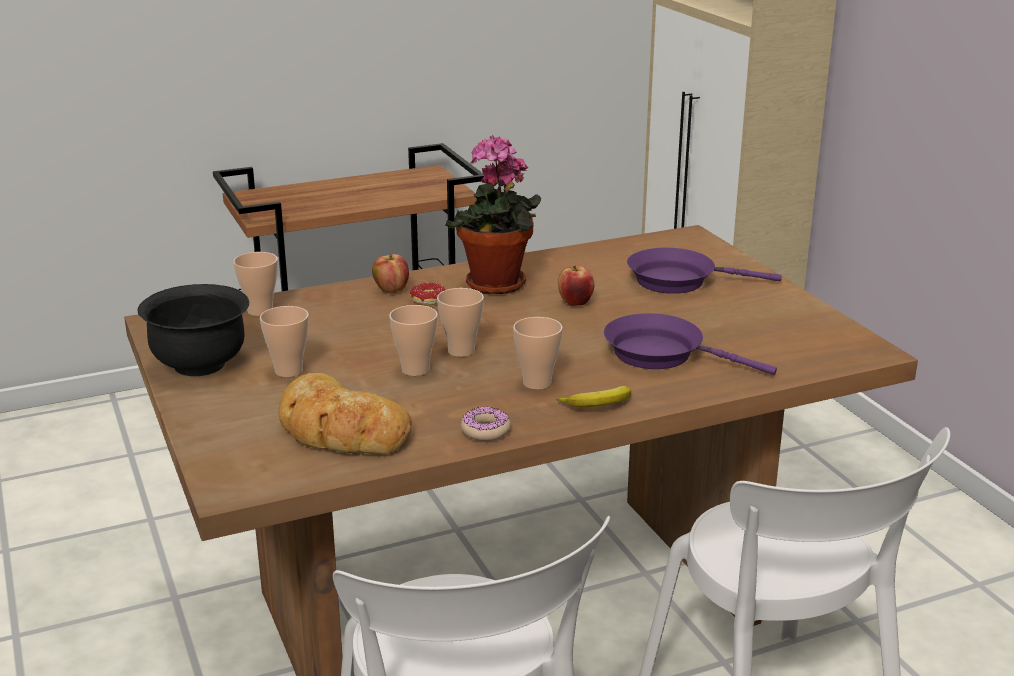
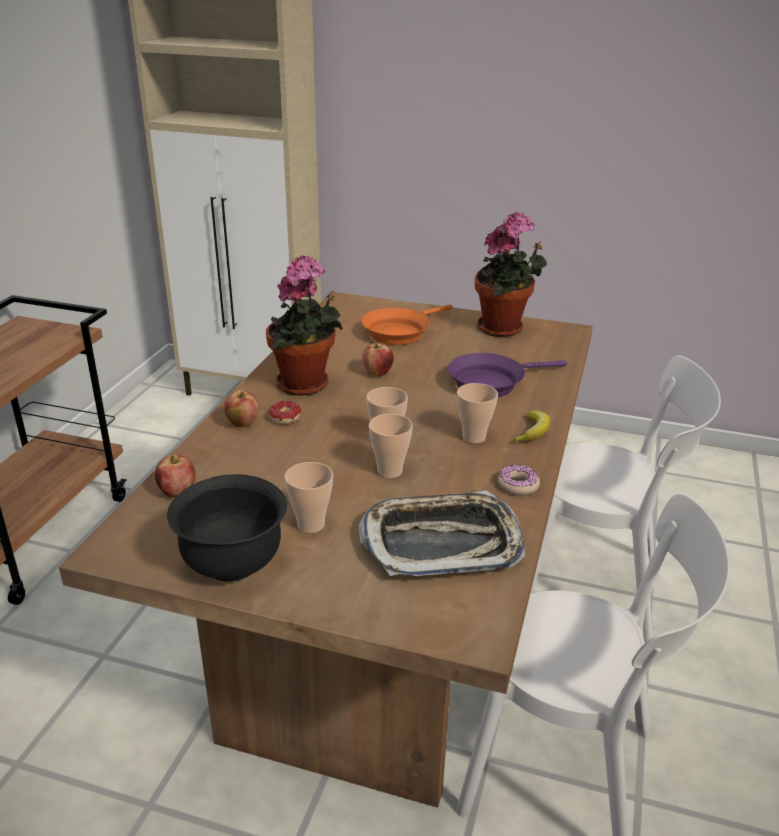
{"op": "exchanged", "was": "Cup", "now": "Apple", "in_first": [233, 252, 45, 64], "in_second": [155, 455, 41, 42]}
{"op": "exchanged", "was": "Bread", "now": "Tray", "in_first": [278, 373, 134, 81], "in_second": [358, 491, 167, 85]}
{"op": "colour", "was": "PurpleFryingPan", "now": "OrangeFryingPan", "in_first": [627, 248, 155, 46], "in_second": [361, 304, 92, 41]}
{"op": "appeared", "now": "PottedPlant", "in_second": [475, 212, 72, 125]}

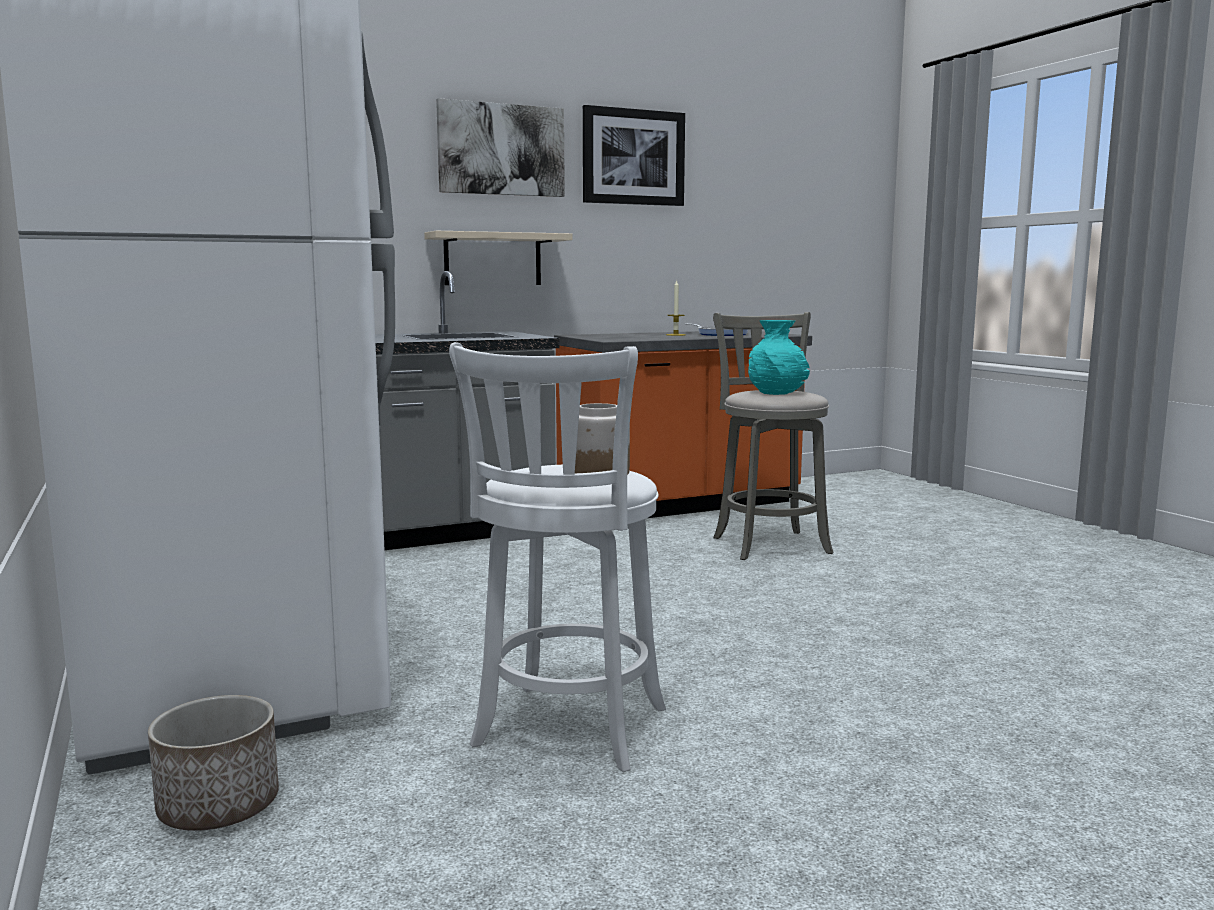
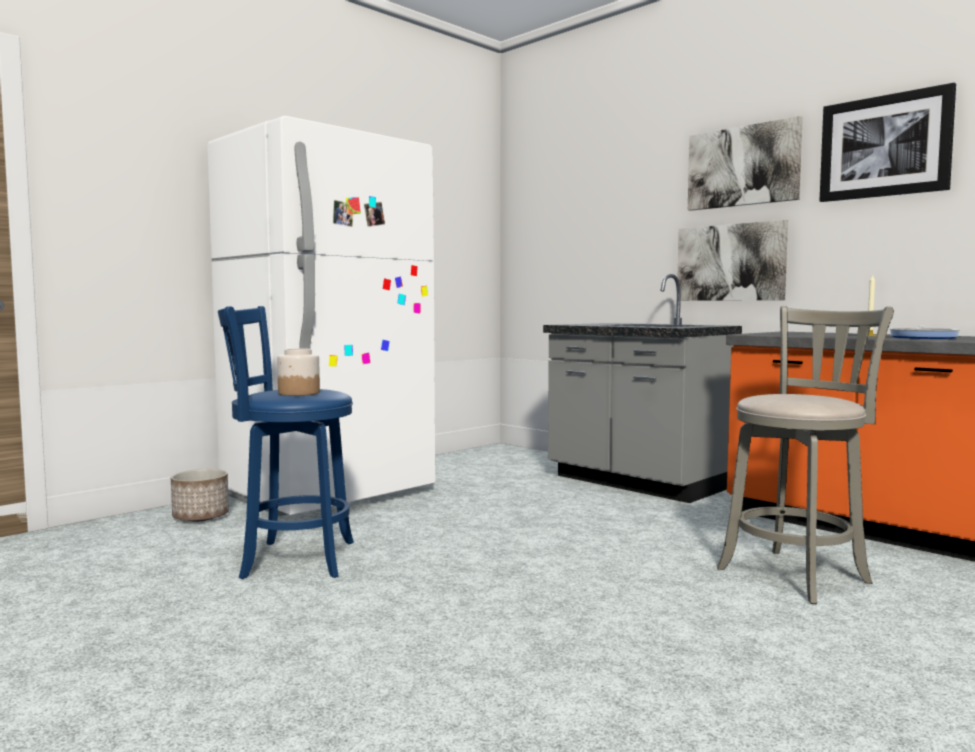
{"op": "exchanged", "was": "BeigeShelf", "now": "Picture", "in_first": [424, 231, 148, 54], "in_second": [678, 220, 110, 81]}
{"op": "colour", "was": "WhiteStool", "now": "BlueStool", "in_first": [449, 342, 217, 430], "in_second": [218, 306, 136, 273]}
{"op": "missing", "was": "TurquoiseVase", "in_first": [748, 320, 62, 75]}

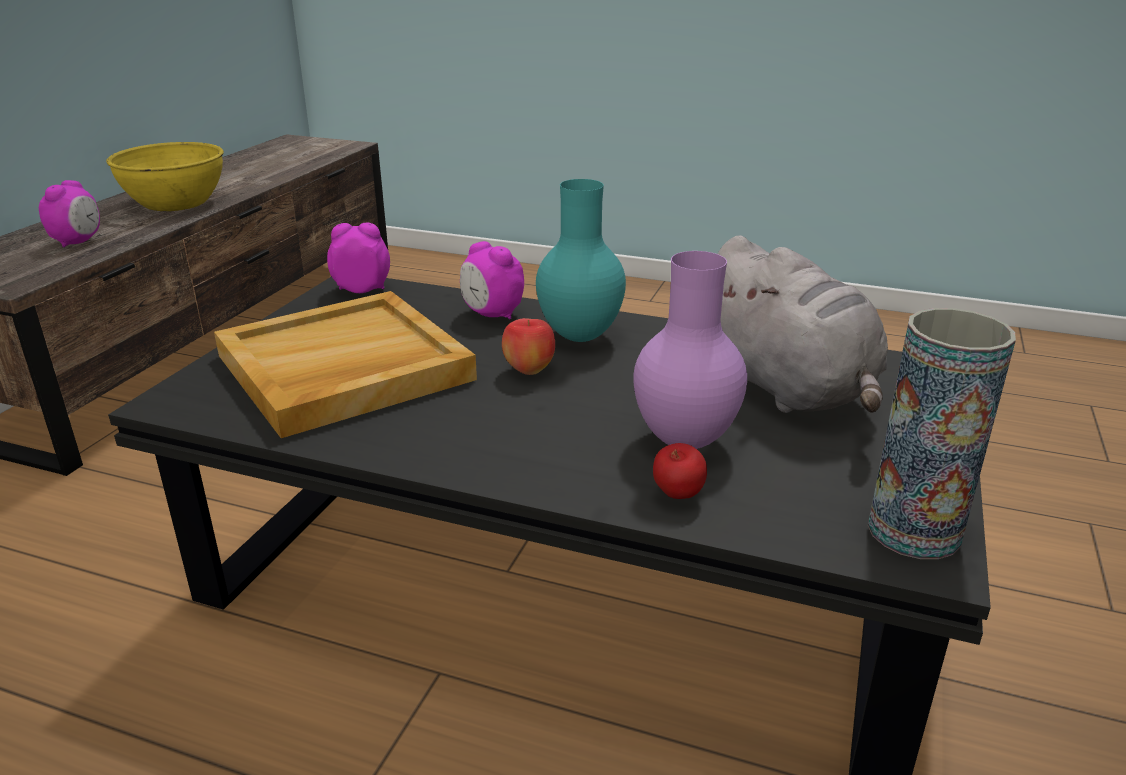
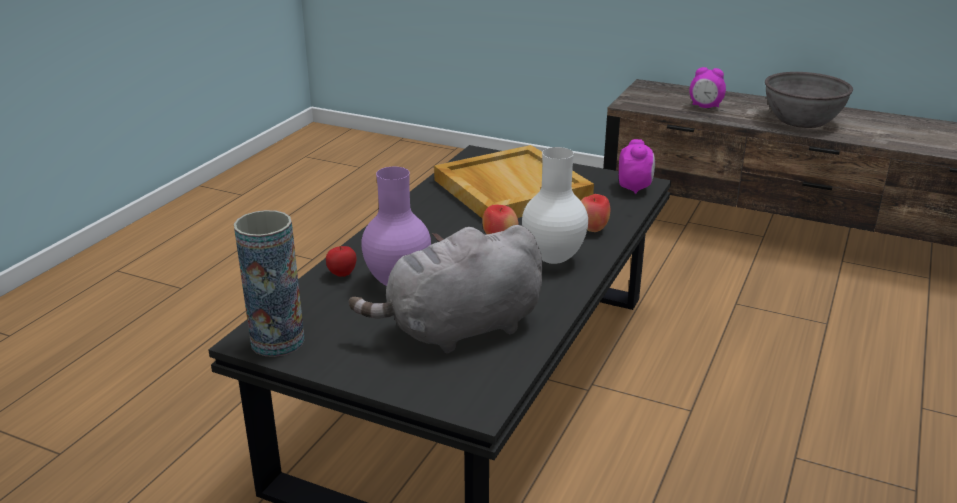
{"op": "colour", "was": "YellowBowl", "now": "GreyBowl", "in_first": [106, 142, 118, 69], "in_second": [765, 72, 88, 56]}
{"op": "exchanged", "was": "AlarmClock", "now": "Apple", "in_first": [460, 241, 64, 78], "in_second": [581, 194, 29, 38]}
{"op": "colour", "was": "TurquoiseVase", "now": "WhiteVase", "in_first": [536, 179, 90, 163], "in_second": [522, 147, 66, 117]}

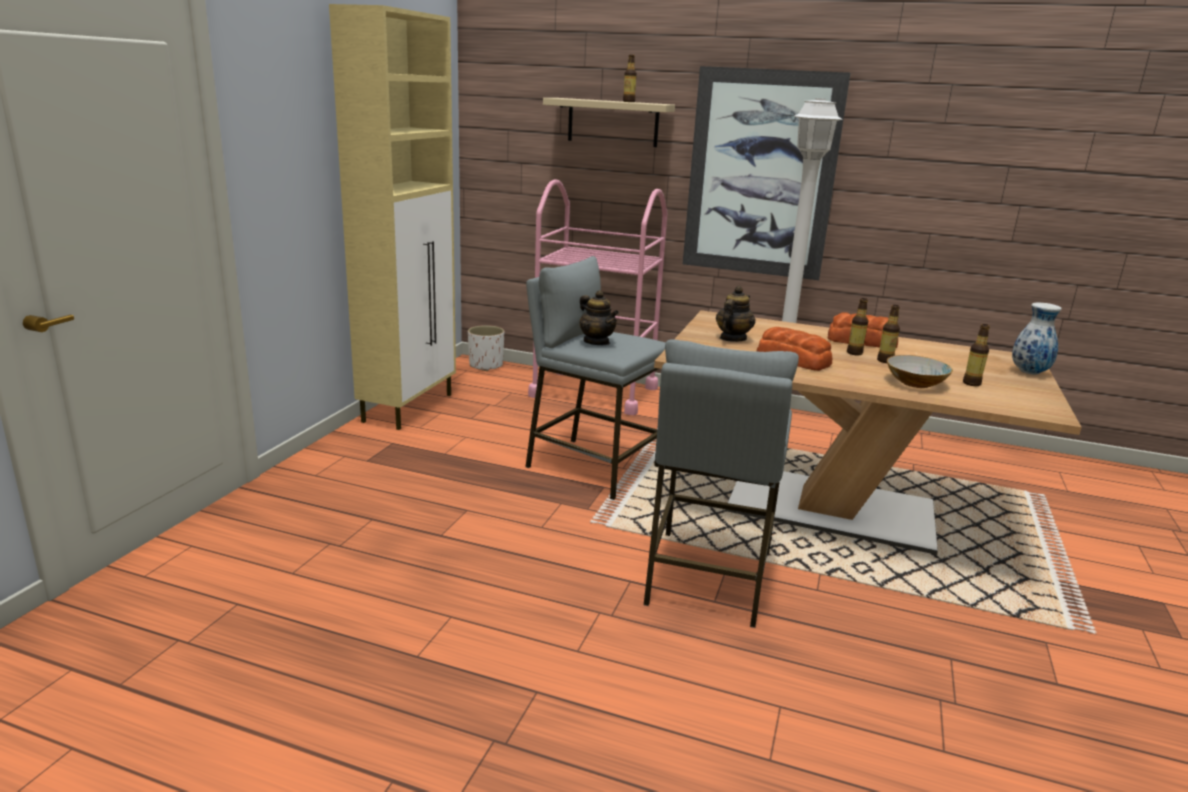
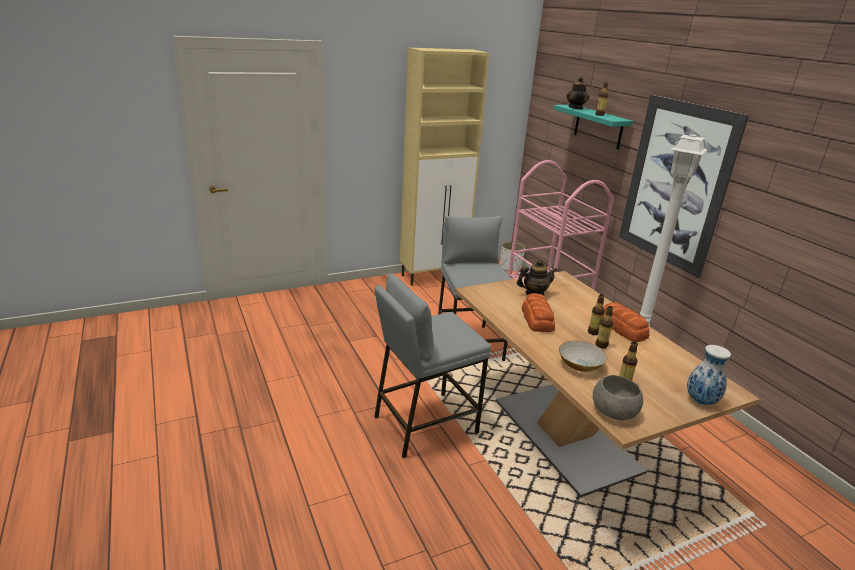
{"op": "colour", "was": "BeigeShelf", "now": "TurquoiseShelf", "in_first": [543, 98, 132, 49], "in_second": [554, 105, 79, 44]}
{"op": "relocated", "was": "Teapot", "in_first": [580, 290, 39, 55], "in_second": [566, 77, 23, 32]}
{"op": "appeared", "now": "GreyBowl", "in_second": [593, 375, 50, 45]}

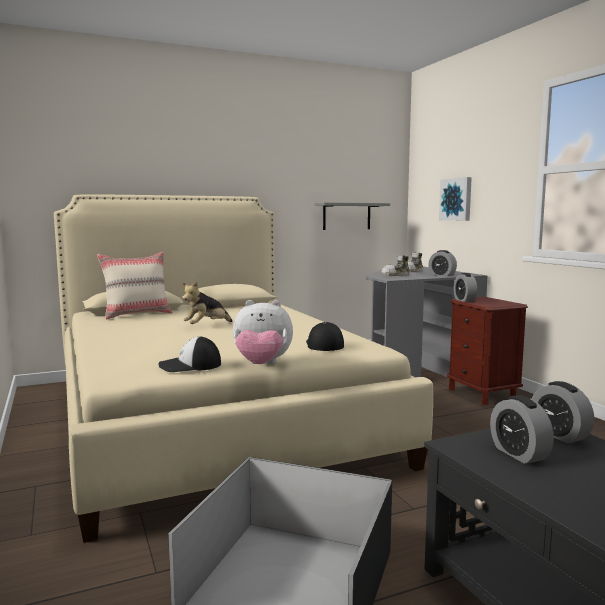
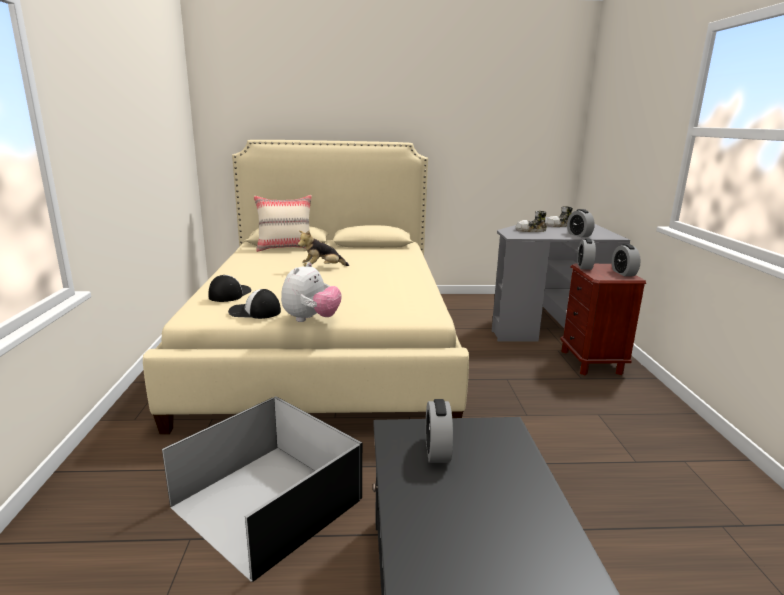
{"op": "spun", "was": "PlushToy", "in_first": [233, 300, 60, 64], "in_second": [281, 262, 61, 60], "clockwise": -90}
{"op": "relocated", "was": "Cap", "in_first": [306, 322, 38, 29], "in_second": [208, 275, 43, 27]}
{"op": "missing", "was": "GreyShelf", "in_first": [314, 202, 76, 28]}
{"op": "missing", "was": "Picture", "in_first": [439, 177, 33, 44]}
{"op": "relocated", "was": "AlarmClock", "in_first": [531, 381, 63, 63], "in_second": [612, 244, 29, 32]}

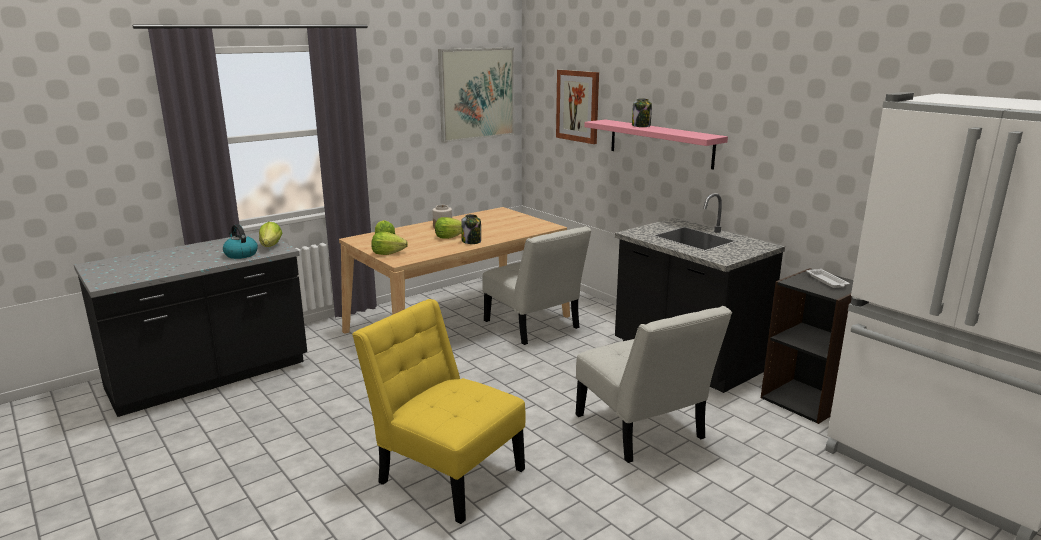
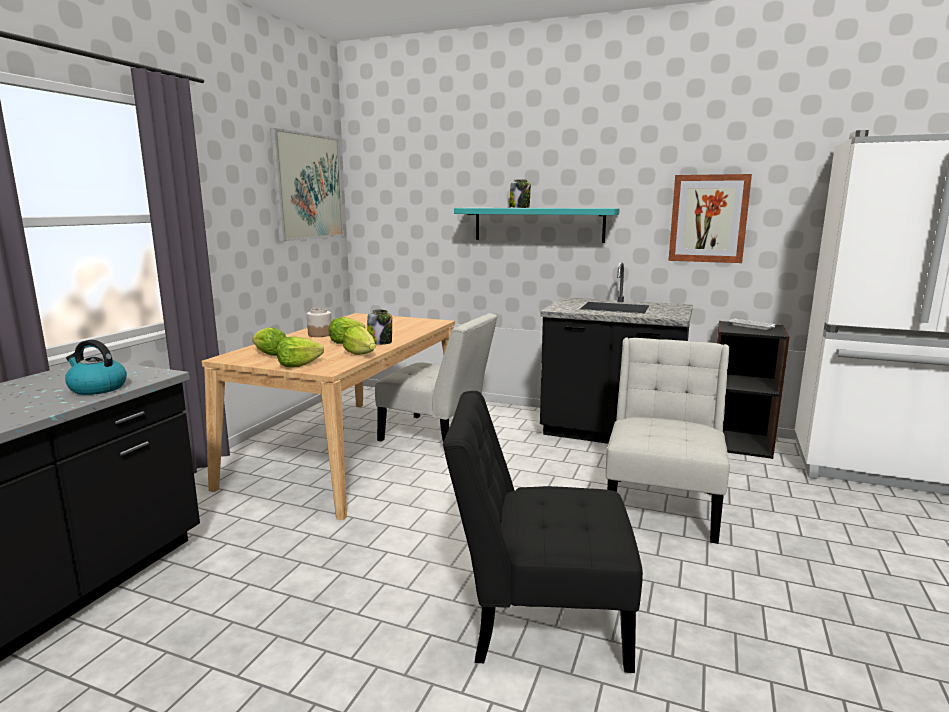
{"op": "relocated", "was": "Lettuce", "in_first": [259, 222, 23, 25], "in_second": [343, 326, 33, 29]}
{"op": "colour", "was": "YellowChair", "now": "BlackChair", "in_first": [352, 299, 174, 225], "in_second": [443, 391, 200, 282]}
{"op": "relocated", "was": "Picture", "in_first": [556, 70, 43, 74], "in_second": [668, 174, 84, 89]}
{"op": "spun", "was": "WhiteChair", "in_first": [576, 306, 156, 157], "in_second": [606, 338, 124, 206], "clockwise": -105}
{"op": "colour", "was": "PinkShelf", "now": "TurquoiseShelf", "in_first": [584, 119, 144, 50], "in_second": [454, 208, 166, 35]}

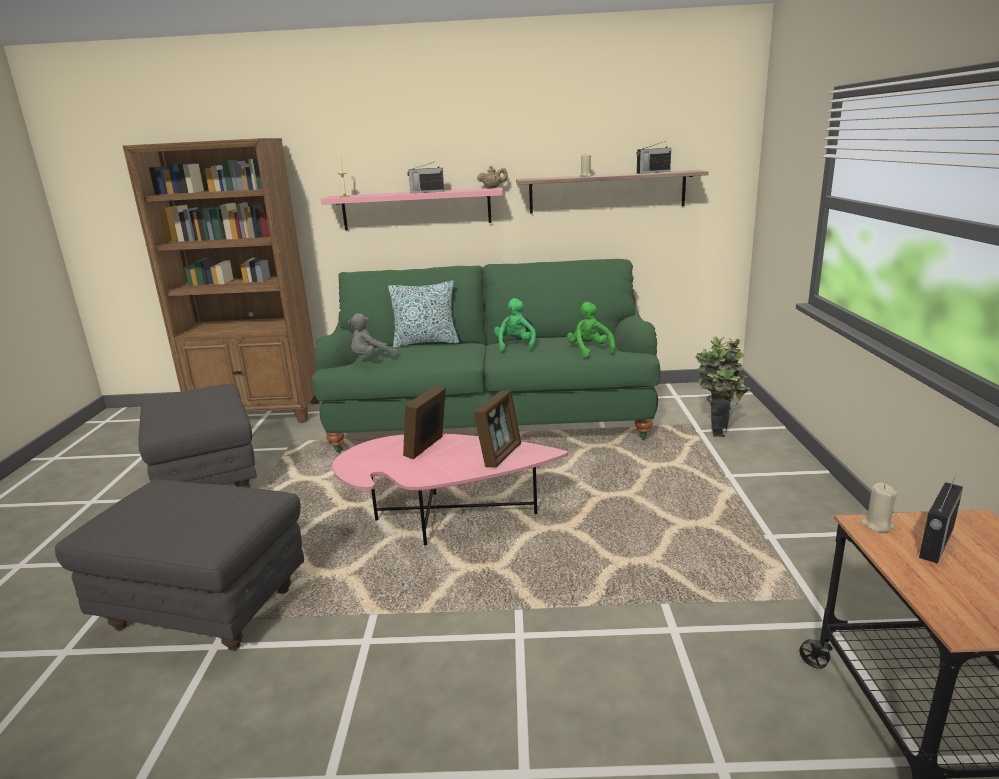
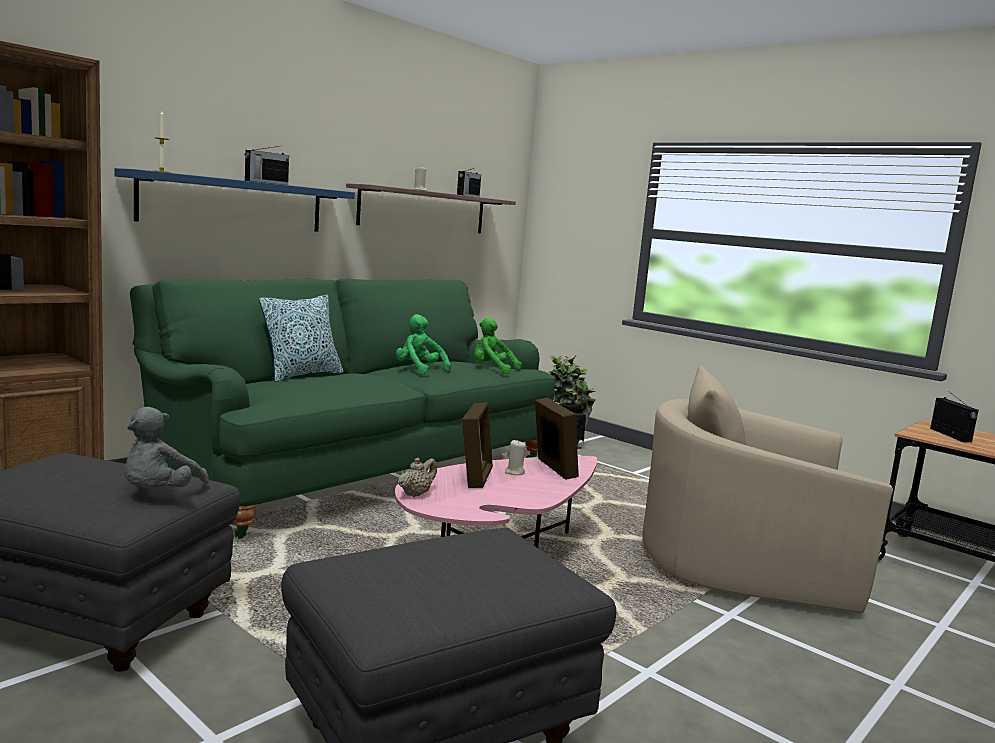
{"op": "colour", "was": "PinkShelf", "now": "BlueShelf", "in_first": [321, 187, 182, 43], "in_second": [114, 168, 241, 64]}
{"op": "relocated", "was": "GreyPlushToy", "in_first": [348, 313, 50, 44], "in_second": [125, 407, 84, 81]}
{"op": "spun", "was": "PictureFrame", "in_first": [403, 385, 43, 74], "in_second": [462, 402, 31, 86], "clockwise": -150}
{"op": "relocated", "was": "BeigeTeapot", "in_first": [477, 166, 31, 23], "in_second": [398, 458, 39, 39]}
{"op": "relocated", "was": "BeigeCandle", "in_first": [860, 482, 38, 50], "in_second": [505, 440, 21, 35]}
{"op": "appeared", "now": "BeigeArmchair", "in_second": [642, 366, 251, 247]}

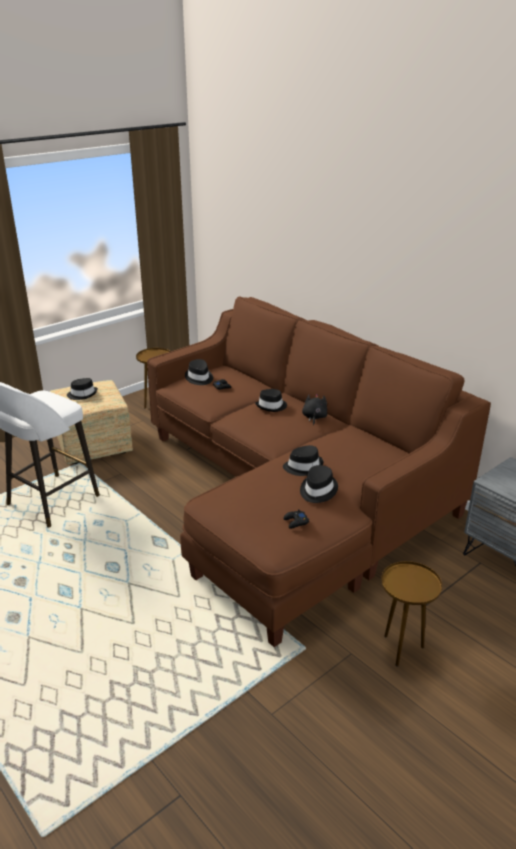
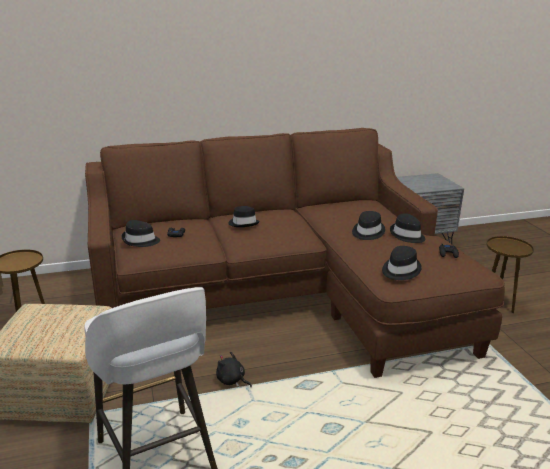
{"op": "relocated", "was": "BlackHat", "in_first": [67, 378, 31, 22], "in_second": [382, 246, 40, 34]}
{"op": "relocated", "was": "BlackPlushToy", "in_first": [302, 394, 25, 32], "in_second": [216, 351, 36, 36]}

